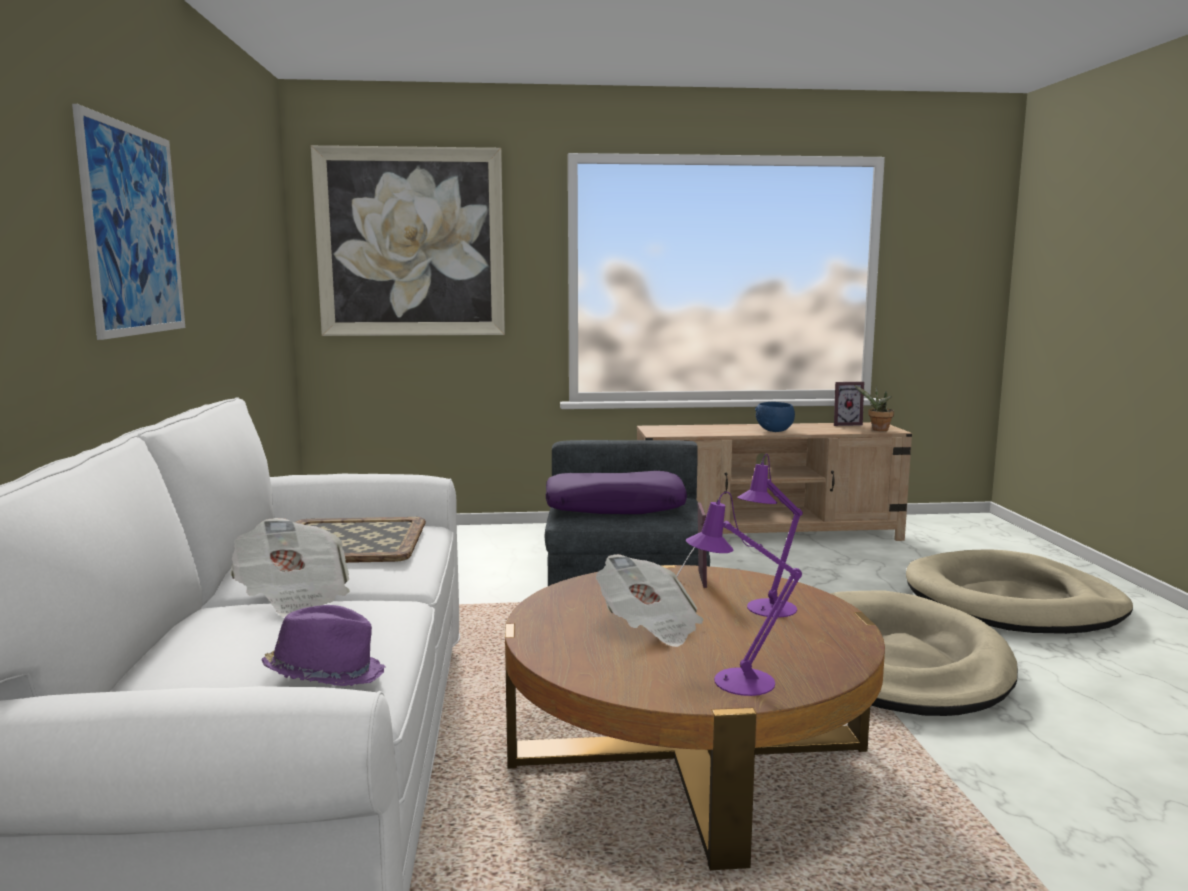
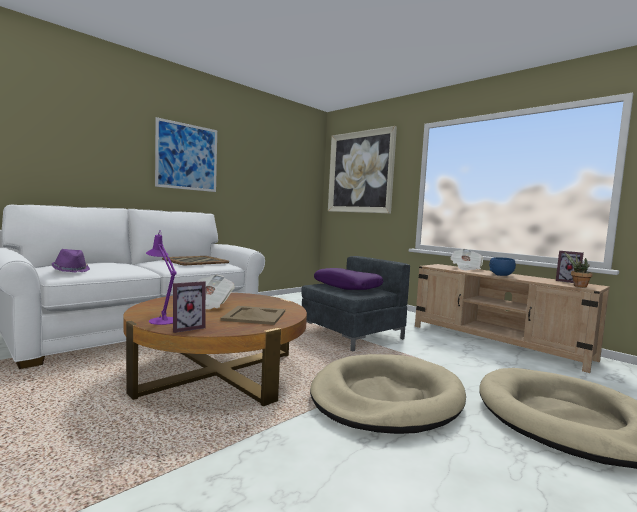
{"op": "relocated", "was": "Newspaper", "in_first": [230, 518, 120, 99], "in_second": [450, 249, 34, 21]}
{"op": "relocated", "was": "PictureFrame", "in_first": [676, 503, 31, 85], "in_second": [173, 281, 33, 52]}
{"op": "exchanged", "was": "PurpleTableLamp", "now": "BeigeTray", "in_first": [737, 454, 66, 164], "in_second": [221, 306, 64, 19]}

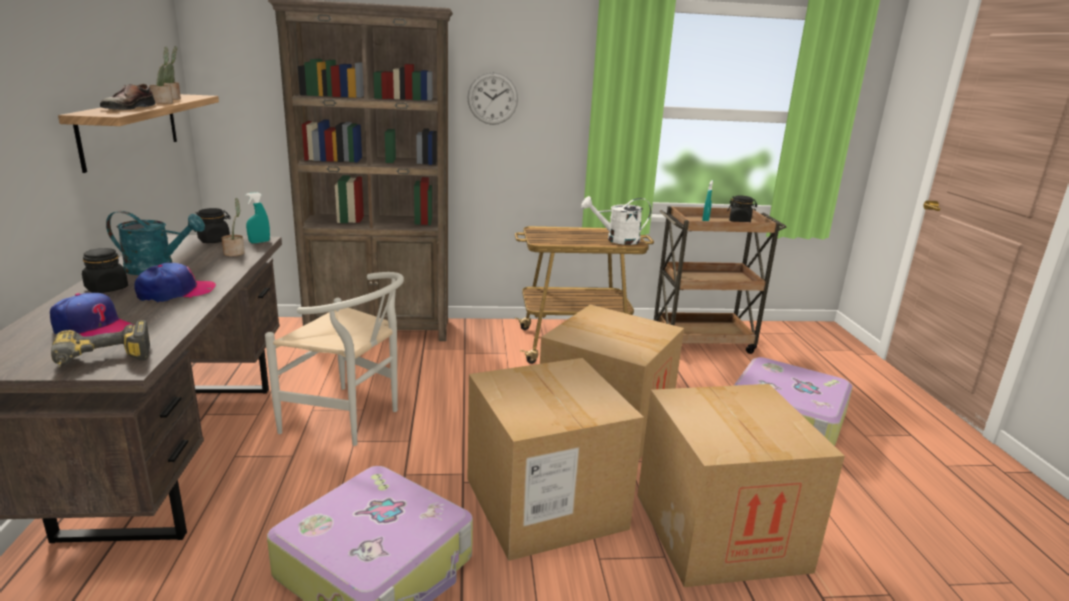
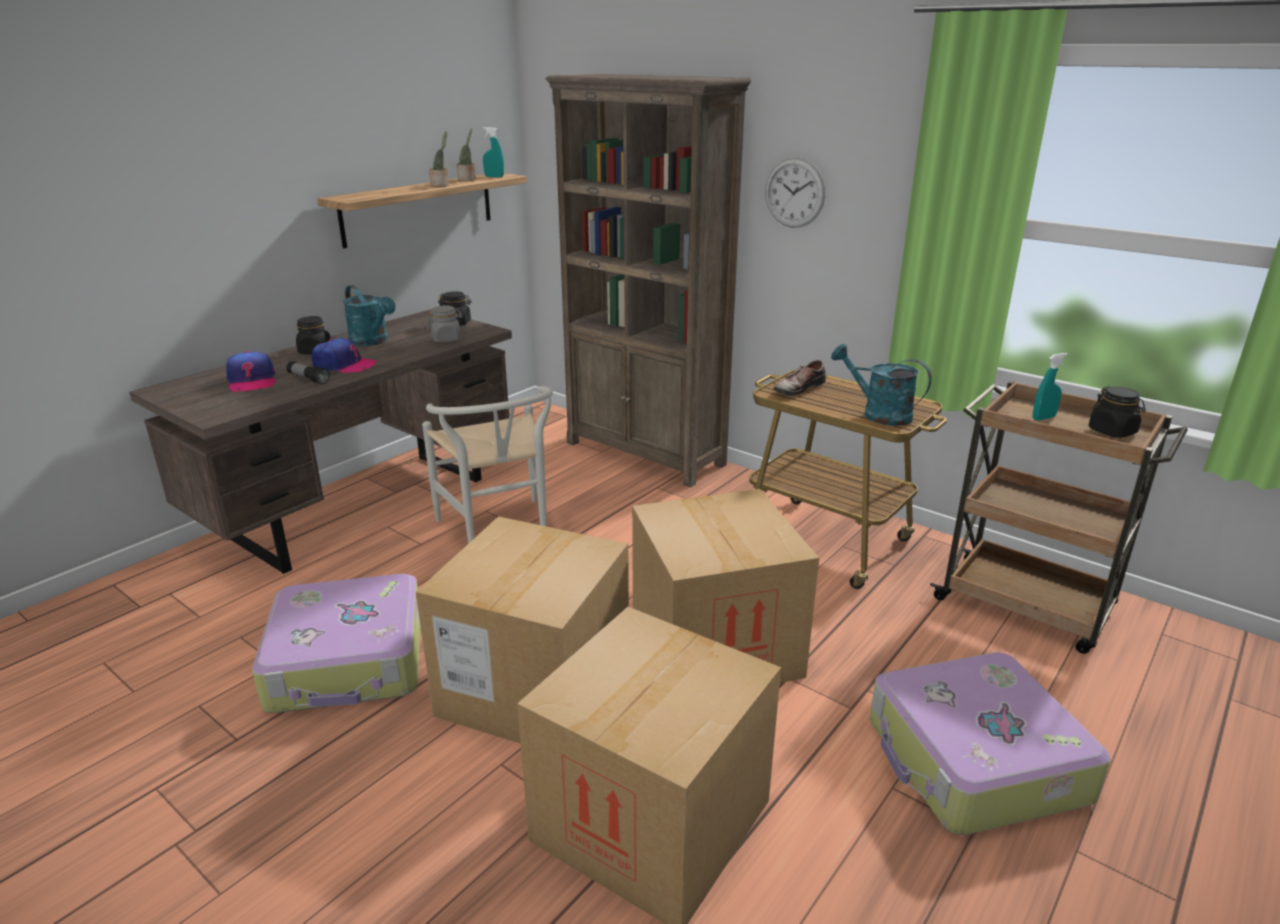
{"op": "missing", "was": "PowerDrill", "in_first": [51, 320, 99, 47]}
{"op": "relocated", "was": "Shoe", "in_first": [100, 84, 55, 26], "in_second": [774, 360, 52, 36]}
{"op": "exchanged", "was": "PottedPlant", "now": "GreyJar", "in_first": [222, 198, 23, 58], "in_second": [427, 306, 36, 36]}
{"op": "relocated", "was": "TurquoiseSprayBottle", "in_first": [246, 192, 24, 51], "in_second": [483, 127, 21, 50]}
{"op": "colour", "was": "WhiteWateringCan", "now": "TurquoiseWateringCan", "in_first": [581, 196, 70, 49], "in_second": [831, 344, 101, 82]}
{"op": "appeared", "now": "Flashlight", "in_second": [286, 361, 44, 23]}

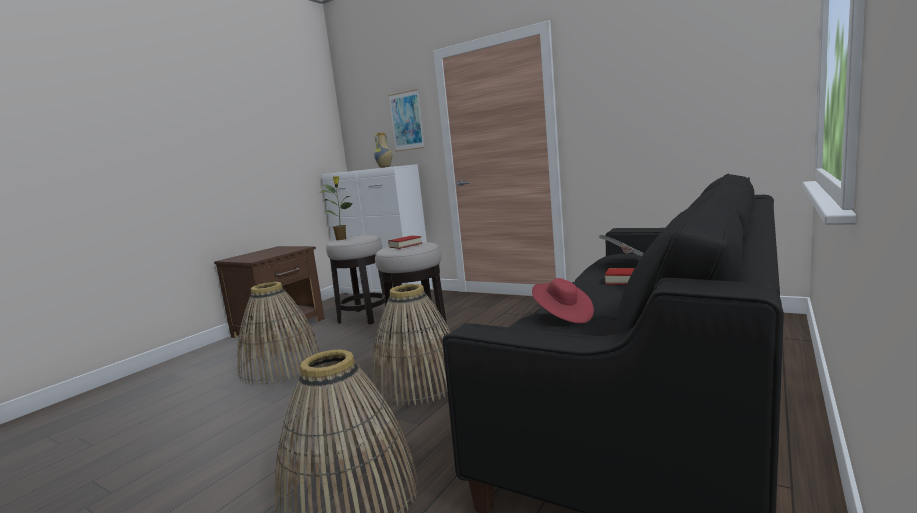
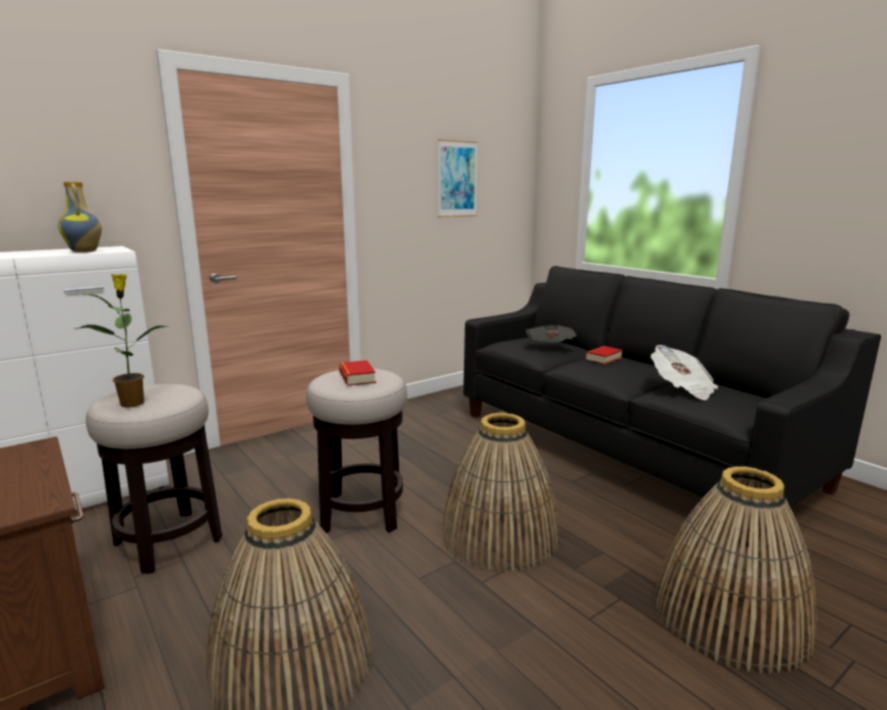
{"op": "relocated", "was": "Picture", "in_first": [388, 89, 37, 63], "in_second": [438, 139, 40, 78]}
{"op": "exchanged", "was": "RedHat", "now": "Newspaper", "in_first": [532, 278, 62, 46], "in_second": [651, 345, 67, 55]}

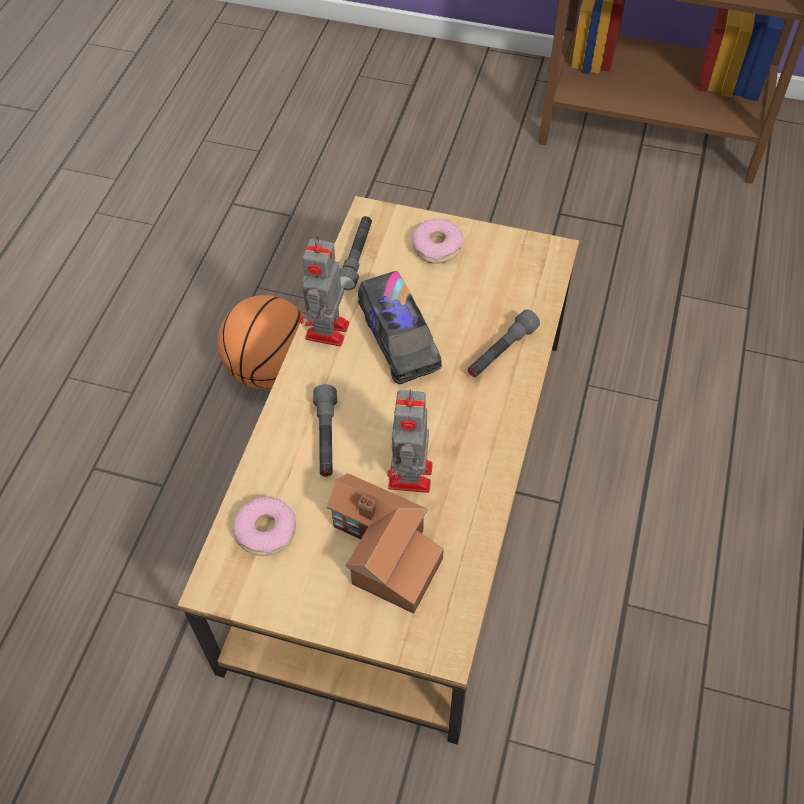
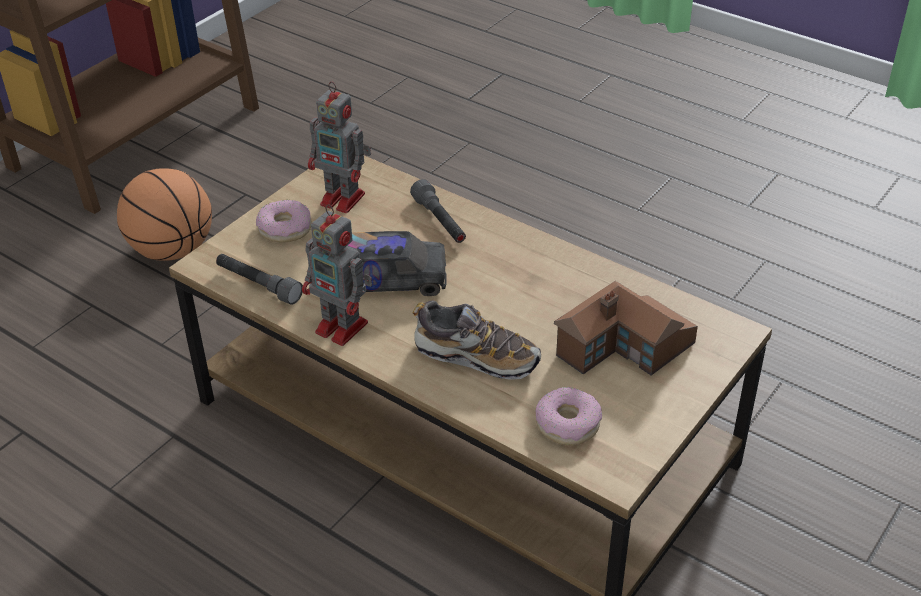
{"op": "relocated", "was": "Basketball", "in_first": [217, 295, 86, 94], "in_second": [117, 168, 95, 93]}
{"op": "exchanged", "was": "GreyFlashlight", "now": "Shoe", "in_first": [313, 384, 24, 93], "in_second": [413, 300, 128, 80]}
{"op": "relocated", "was": "ToyRobot", "in_first": [387, 390, 46, 103], "in_second": [308, 81, 63, 132]}

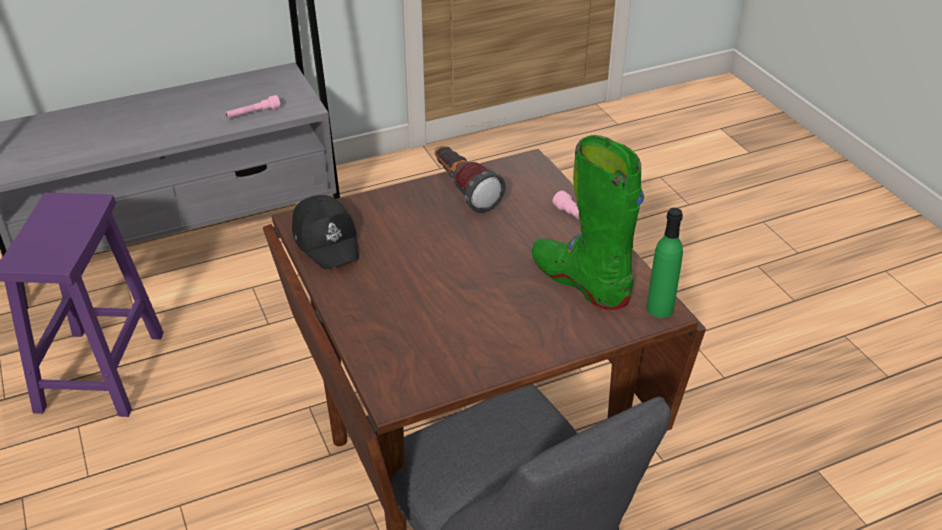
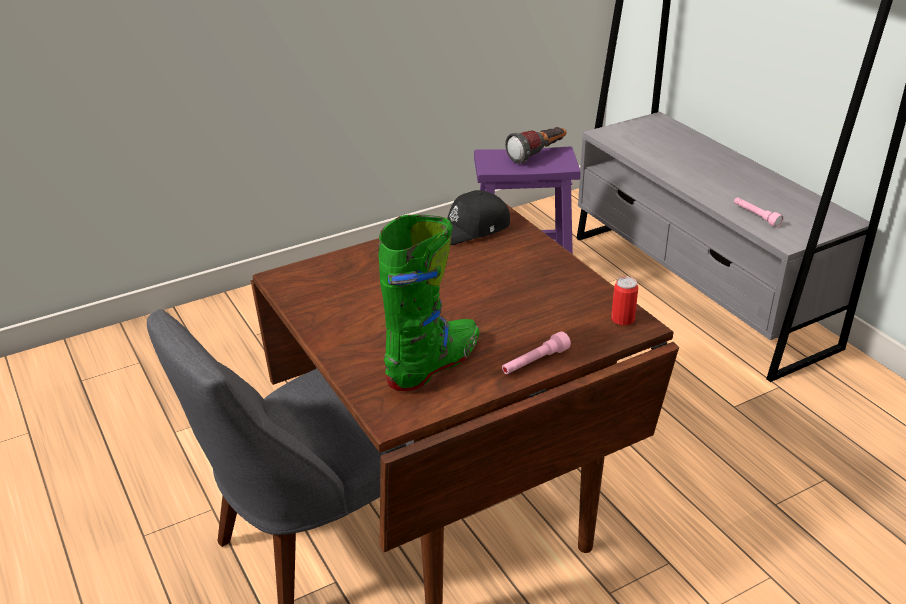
{"op": "relocated", "was": "Flashlight", "in_first": [435, 146, 71, 67], "in_second": [505, 127, 61, 37]}
{"op": "missing", "was": "GreenBottle", "in_first": [647, 208, 36, 110]}
{"op": "appeared", "now": "Can", "in_second": [611, 277, 27, 49]}

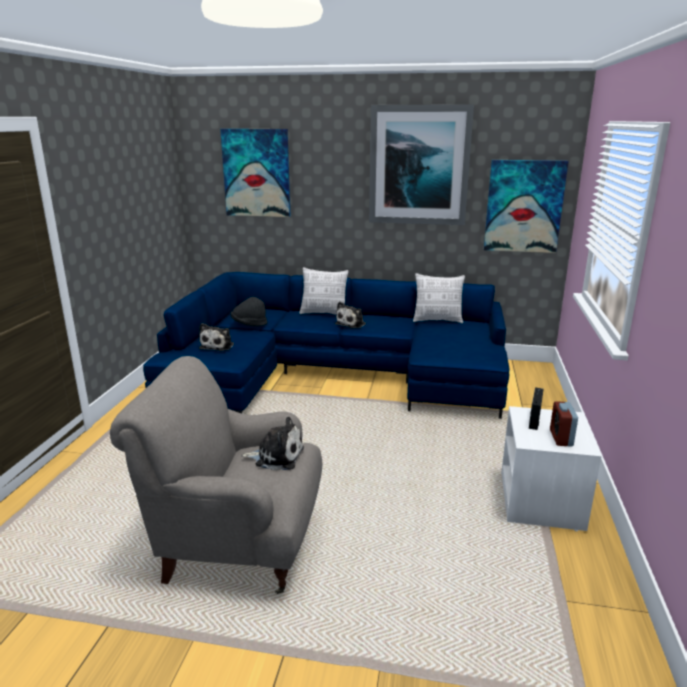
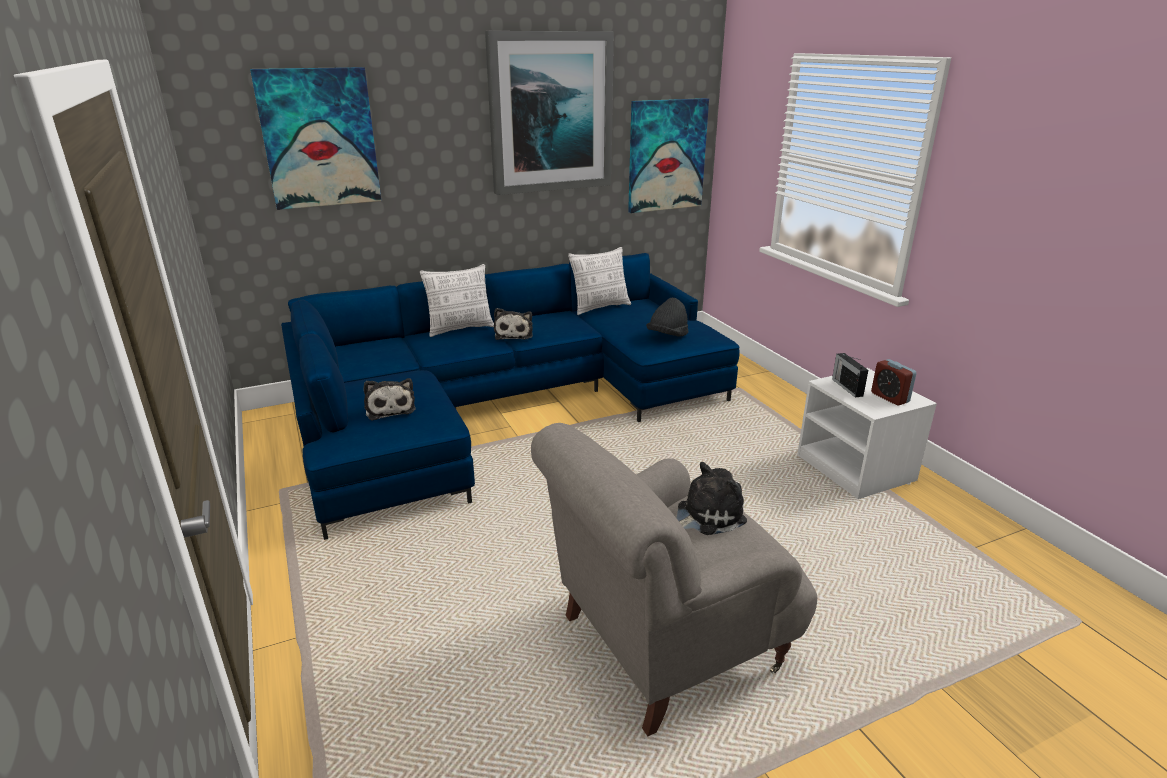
{"op": "relocated", "was": "BlackHat", "in_first": [231, 297, 36, 29], "in_second": [646, 298, 42, 39]}

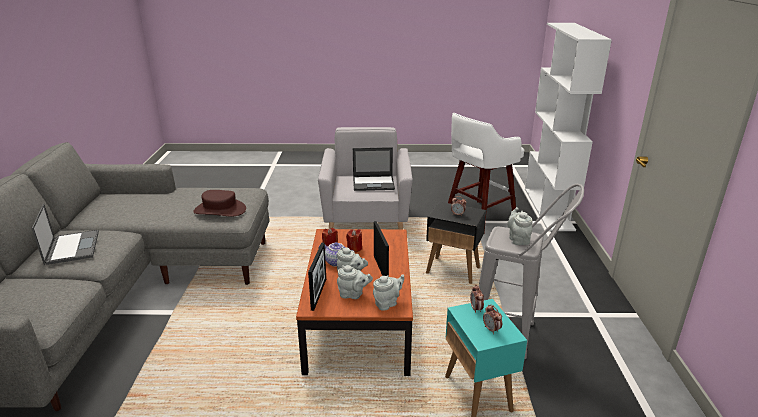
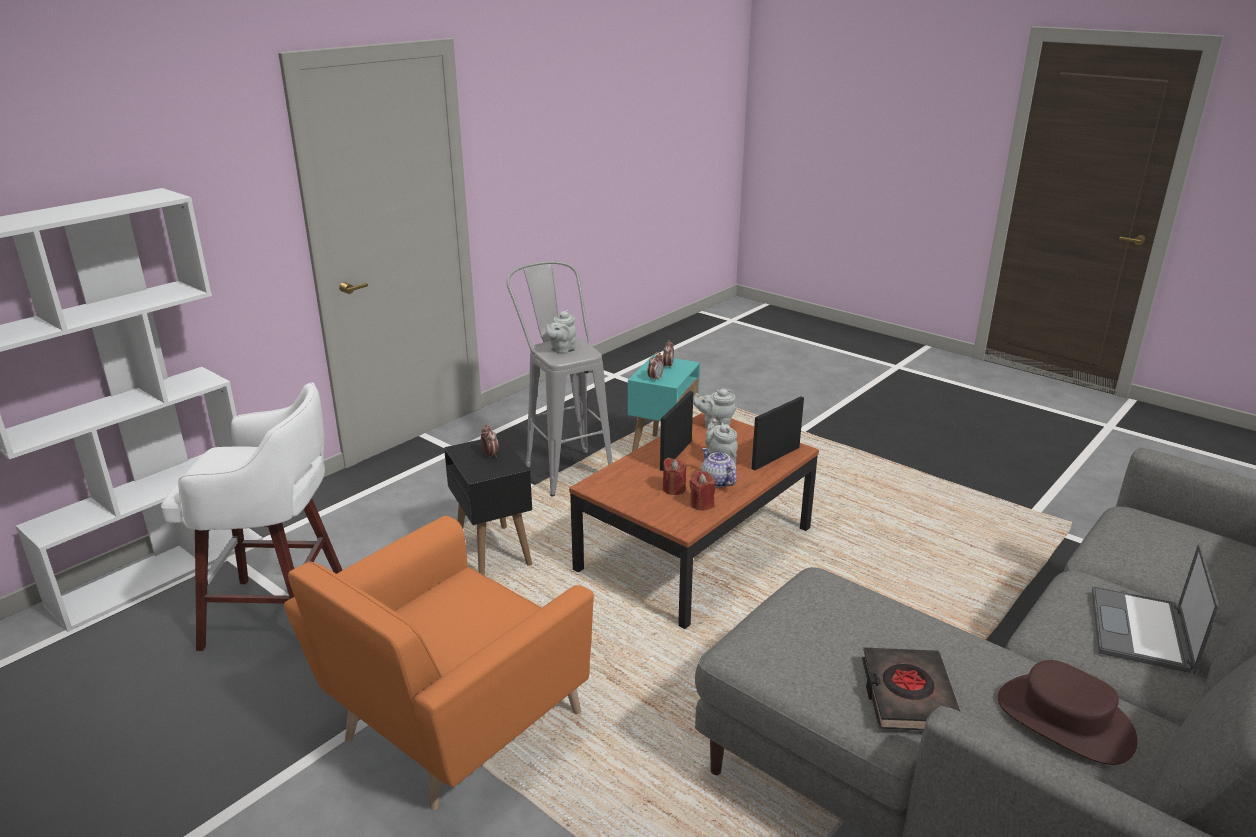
{"op": "relocated", "was": "BrownHat", "in_first": [193, 190, 53, 26], "in_second": [998, 660, 140, 105]}
{"op": "colour", "was": "GreyArmchair", "now": "OrangeArmchair", "in_first": [318, 127, 95, 102], "in_second": [284, 516, 310, 295]}
{"op": "missing", "was": "GreyTeapot", "in_first": [337, 265, 36, 34]}
{"op": "missing", "was": "Laptop", "in_first": [353, 147, 42, 44]}
{"op": "appeared", "now": "BlackBook", "in_second": [862, 647, 99, 84]}

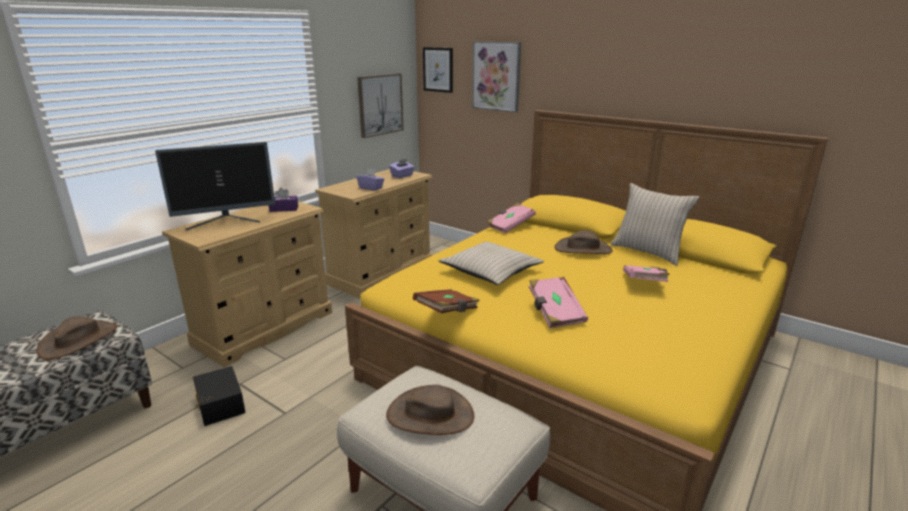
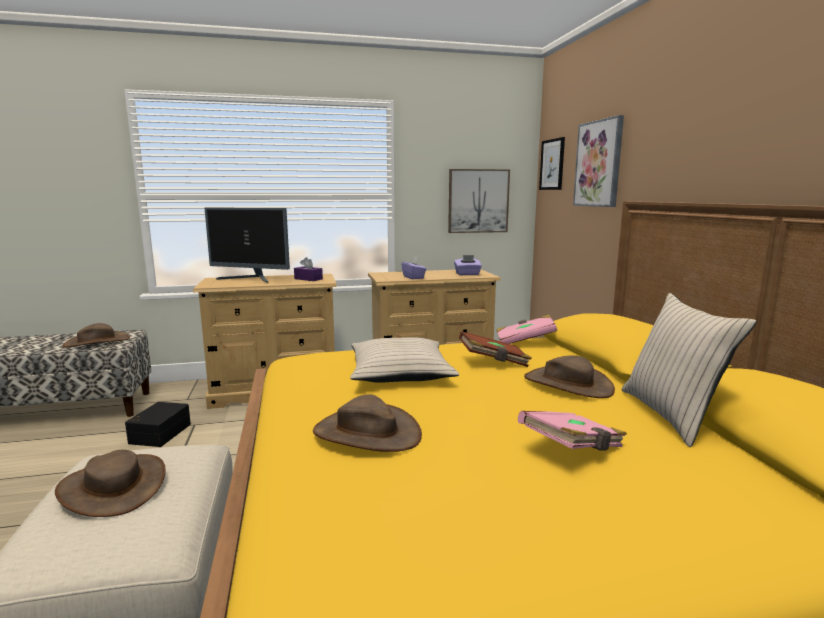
{"op": "relocated", "was": "BrownBook", "in_first": [413, 289, 67, 24], "in_second": [459, 331, 73, 36]}
{"op": "exchanged", "was": "PinkBook", "now": "BrownHat", "in_first": [529, 277, 59, 51], "in_second": [313, 394, 109, 58]}

